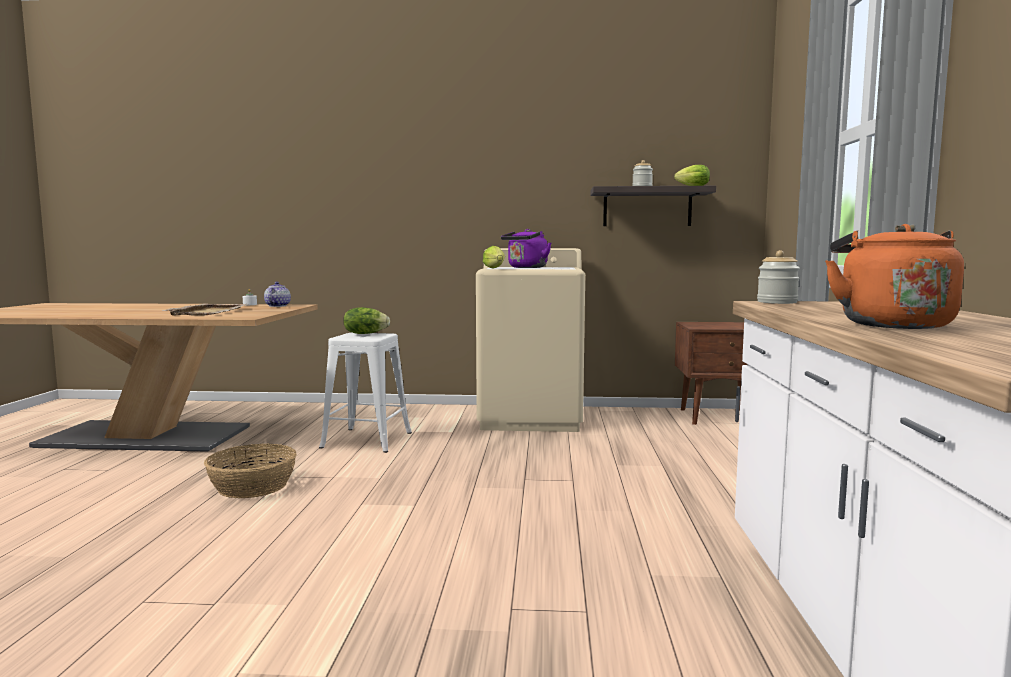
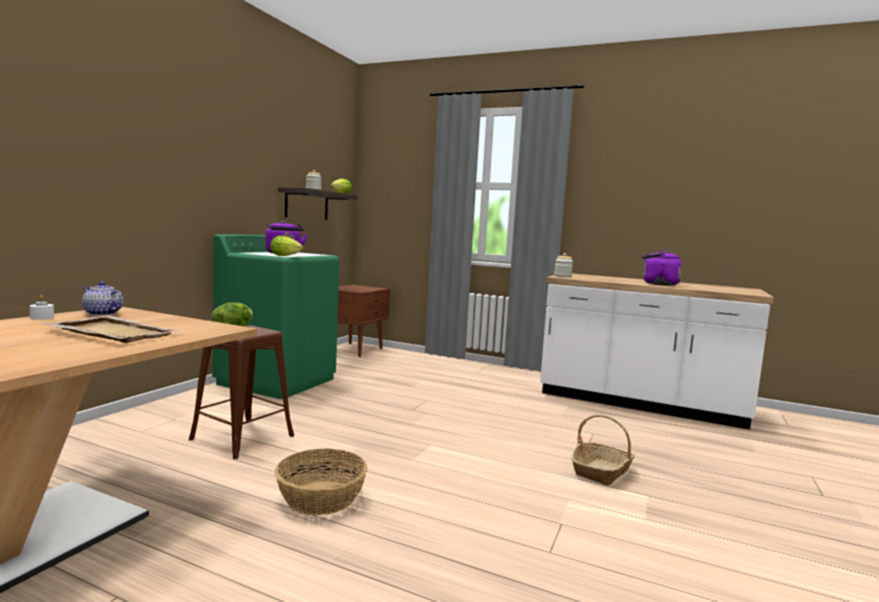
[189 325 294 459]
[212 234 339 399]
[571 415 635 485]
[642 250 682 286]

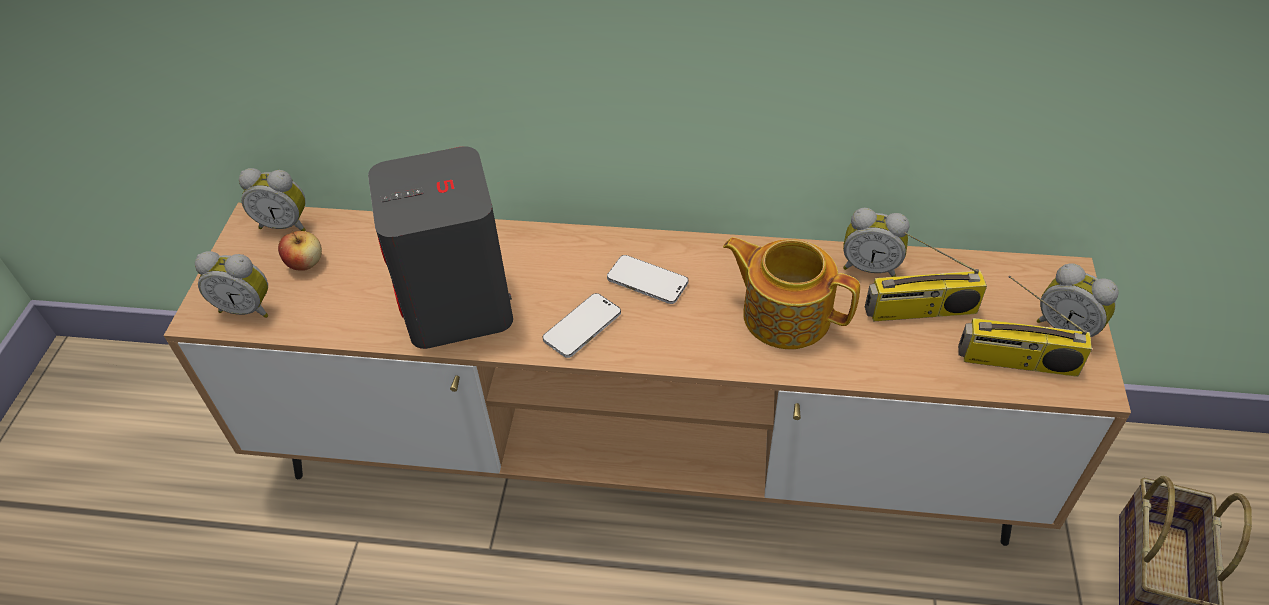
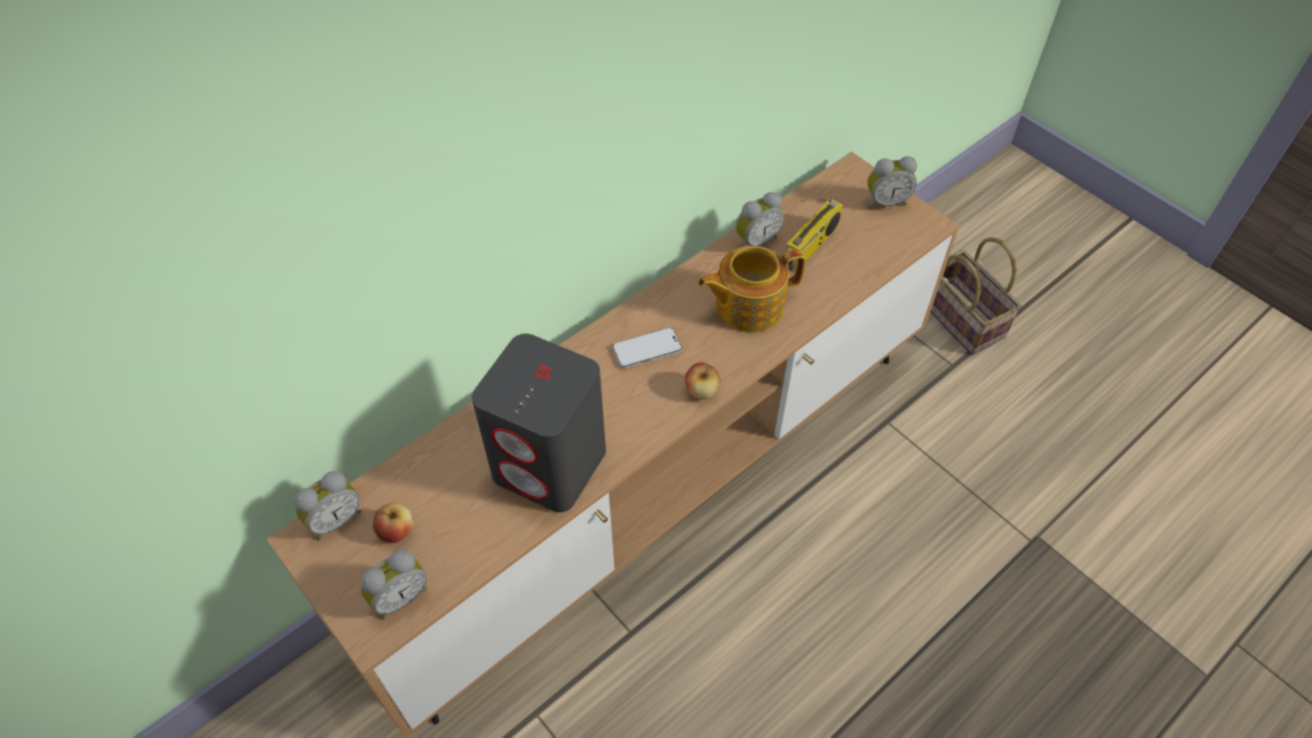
[685 362 721 399]
[542 293 621 358] (first image)
[958 276 1092 377] (first image)

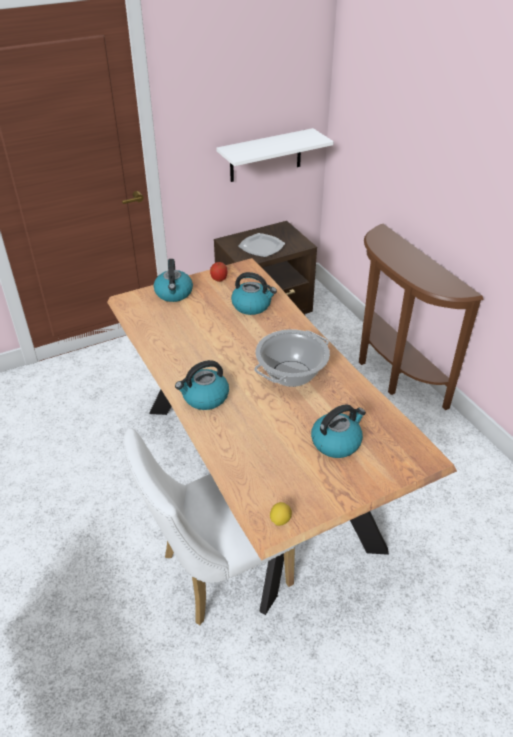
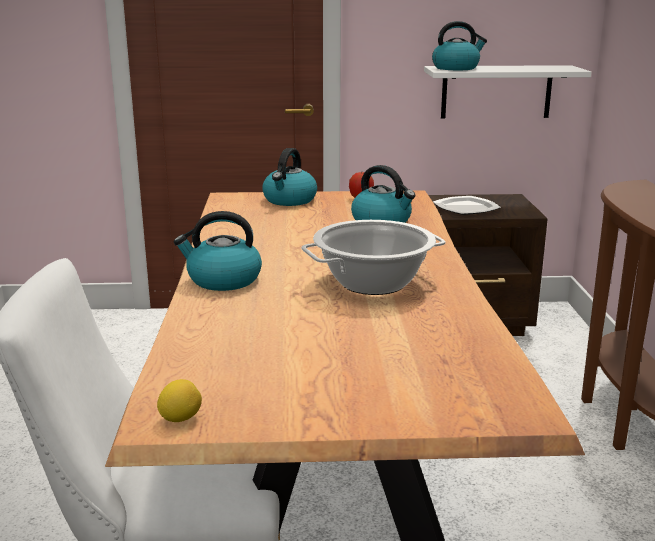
[432 21 487 70]

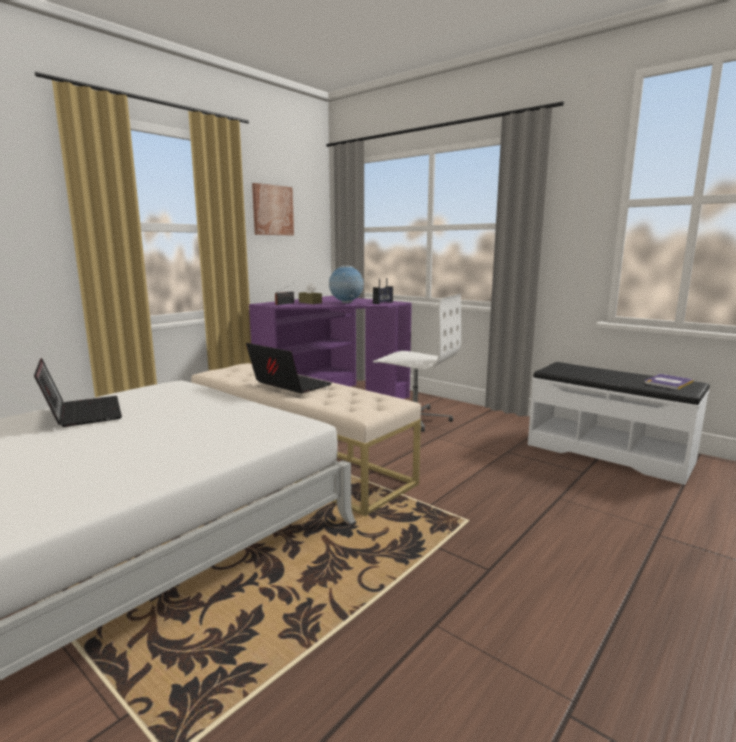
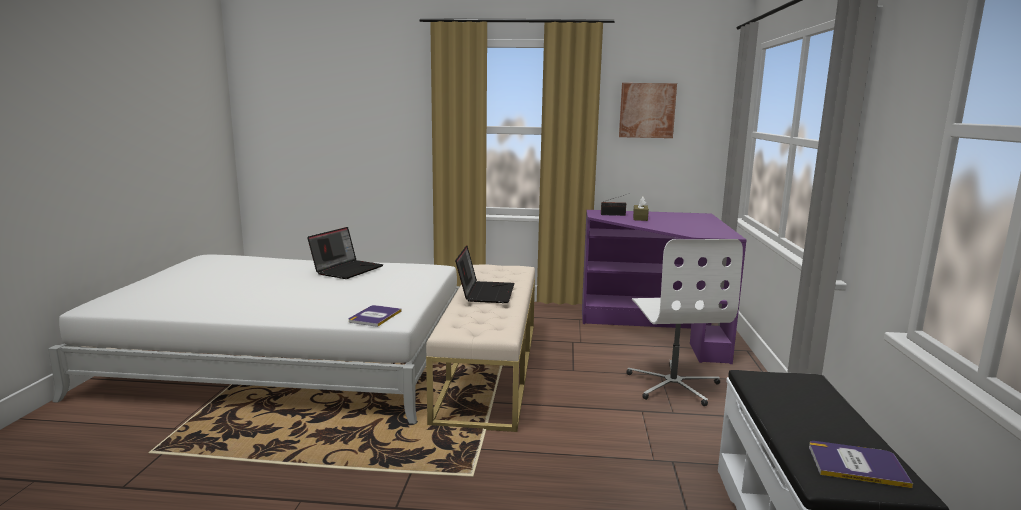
[349 305 402 327]
[329 265 364 303] (first image)
[373 278 393 304] (first image)

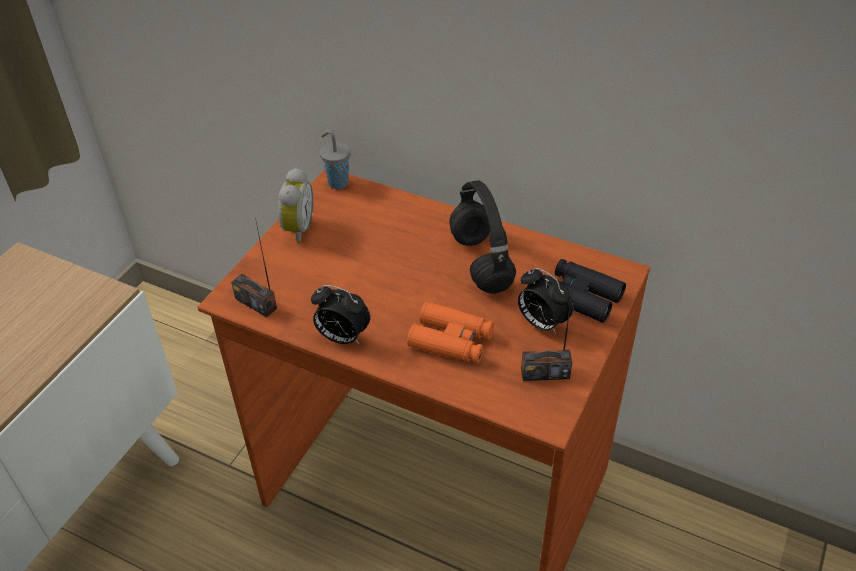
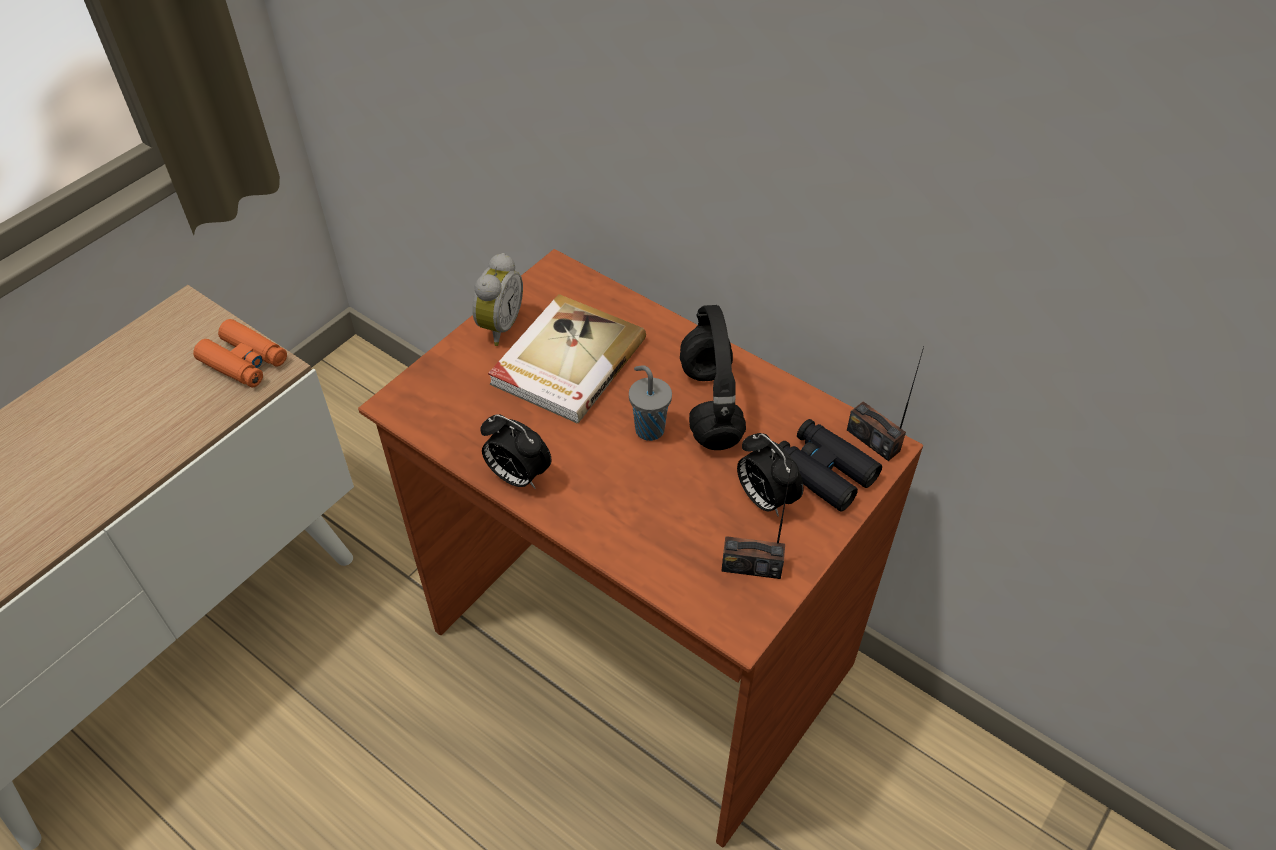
[193 319 287 387]
[488 294 646 423]
[629 365 672 441]
[847 347 924 461]

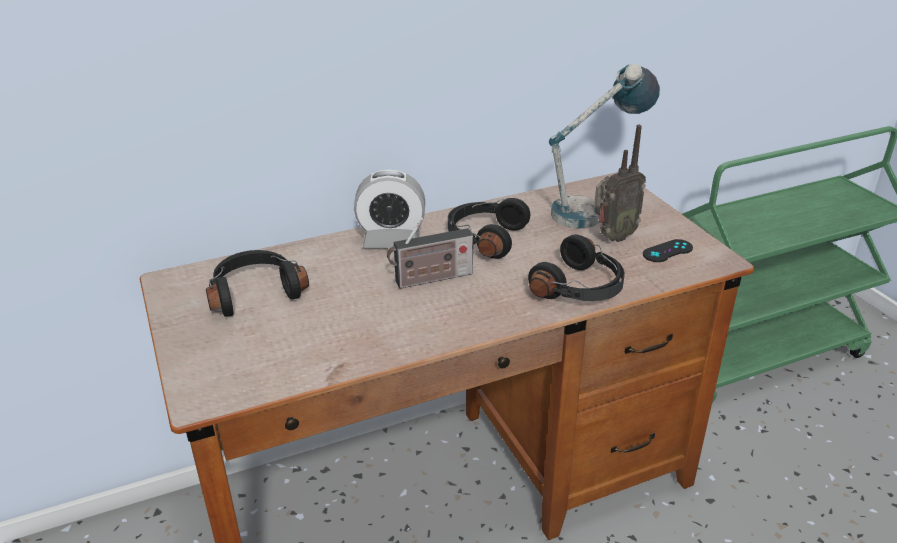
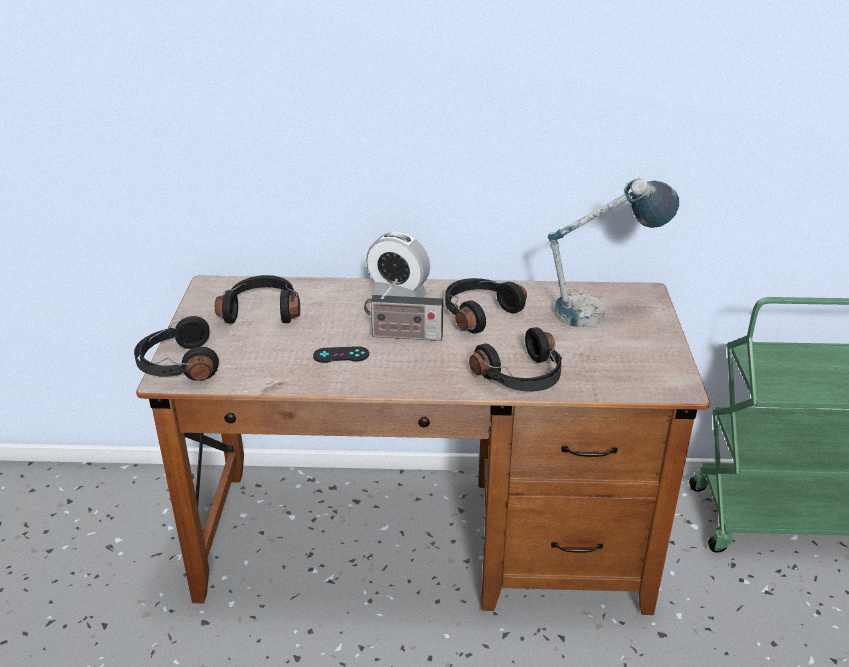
[134 316 219 381]
[313 346 369 363]
[594 125 646 242] (first image)

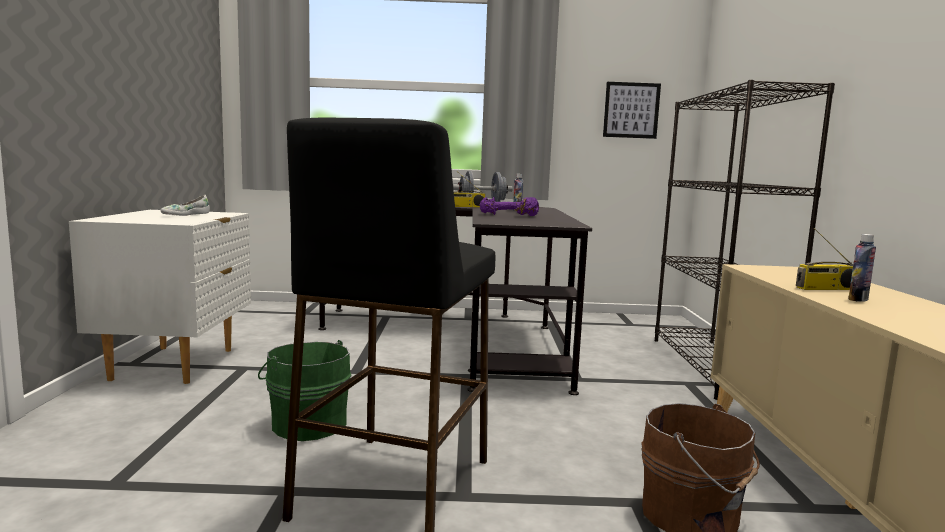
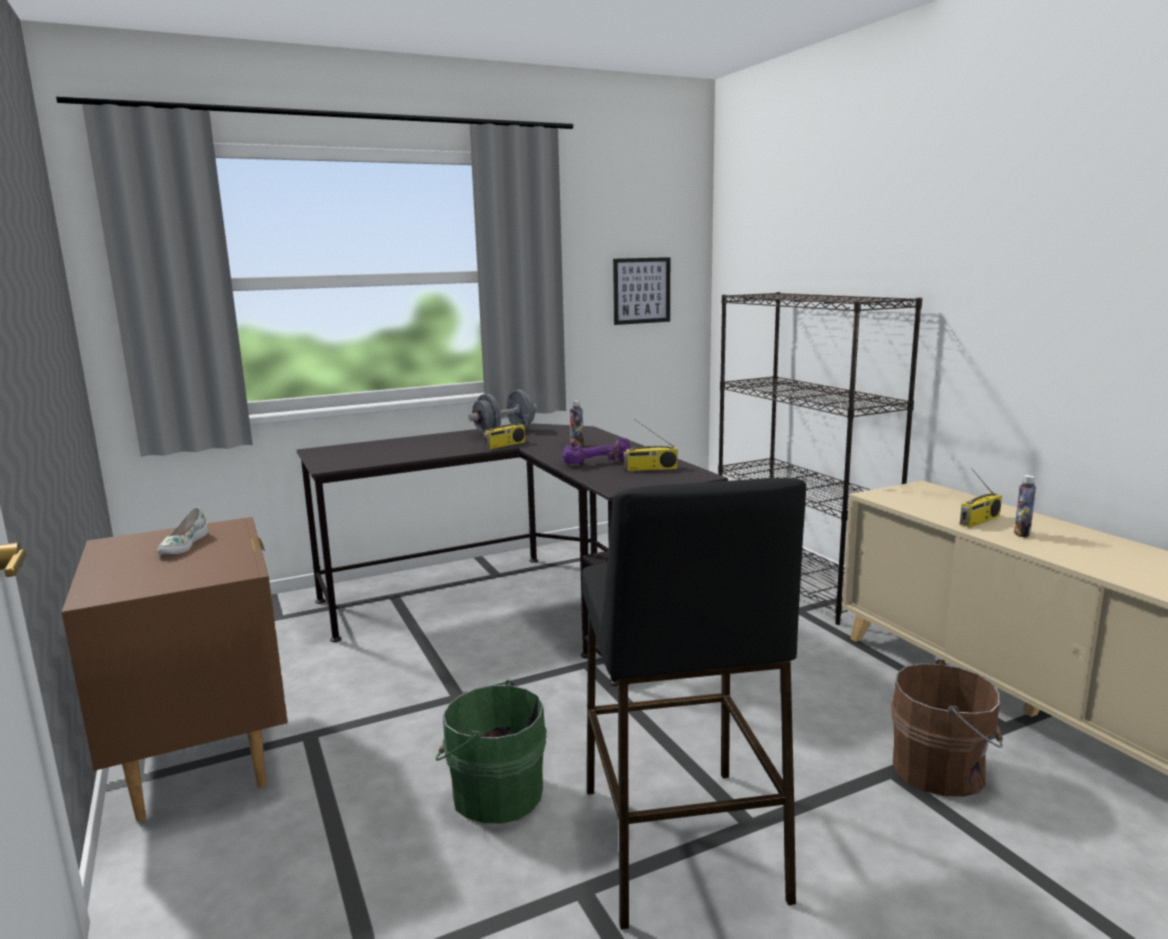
[62 517 288 821]
[624 419 678 471]

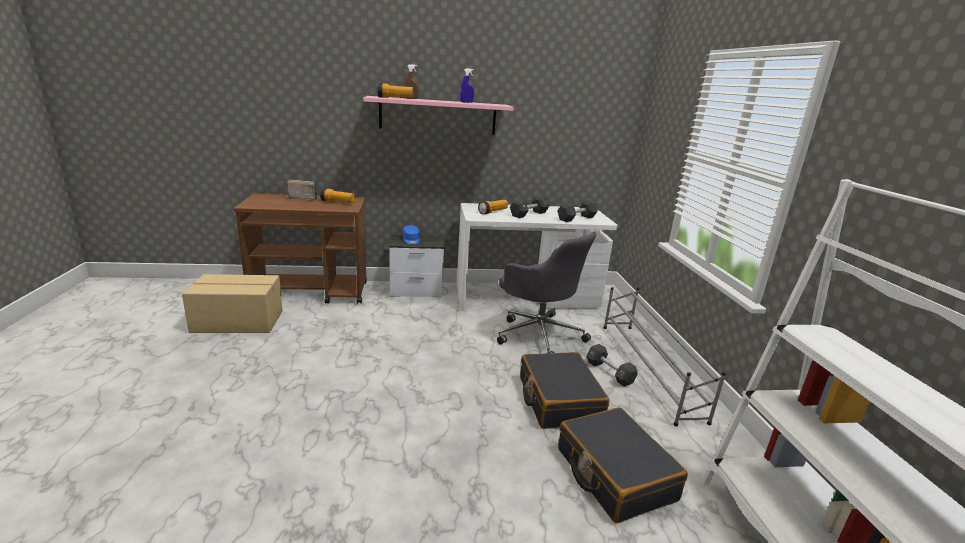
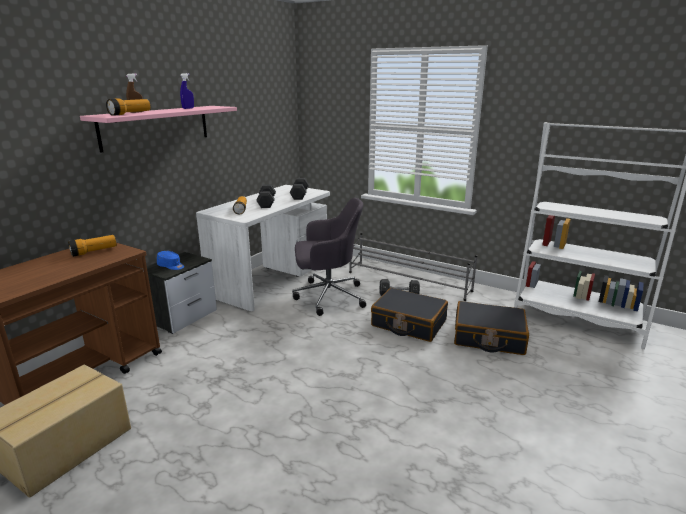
[287 179 317 200] (first image)

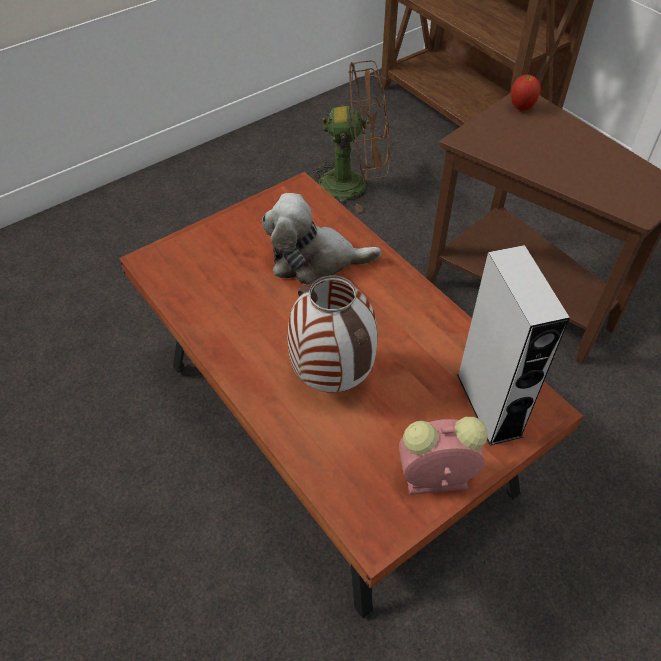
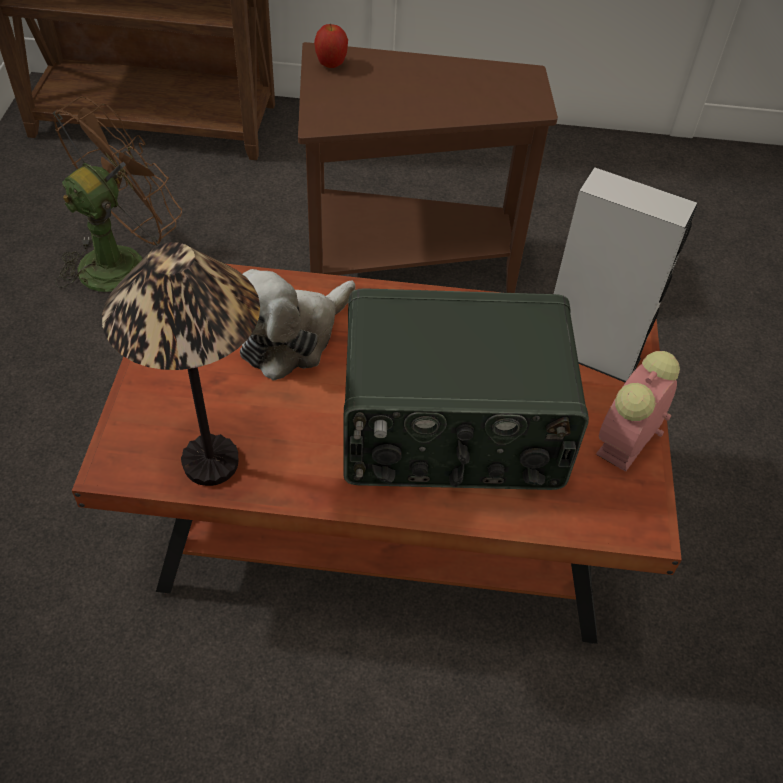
[102 242 260 486]
[343 288 589 490]

